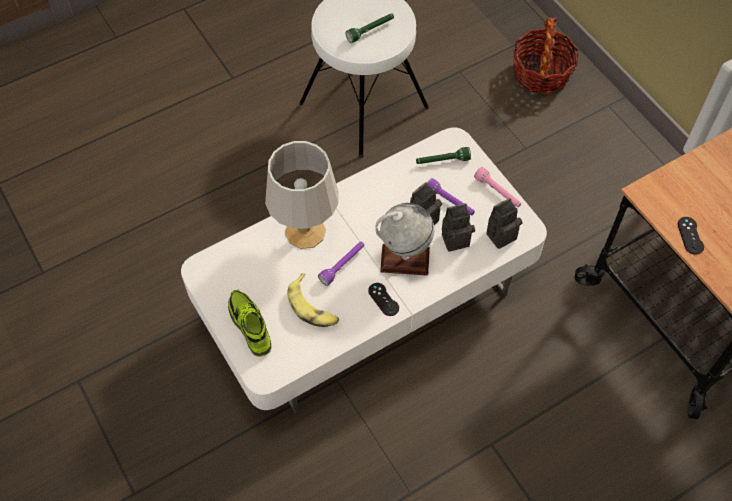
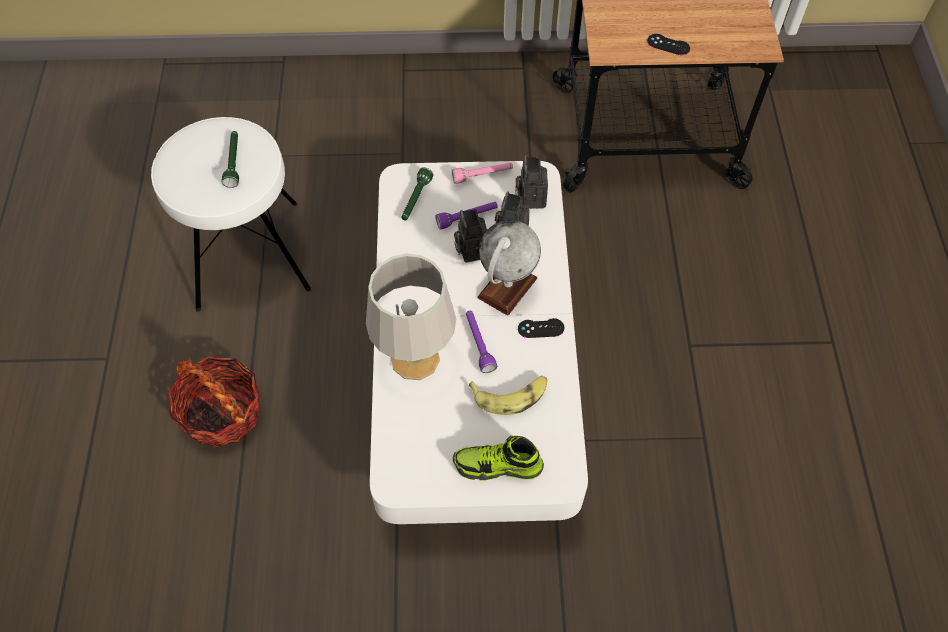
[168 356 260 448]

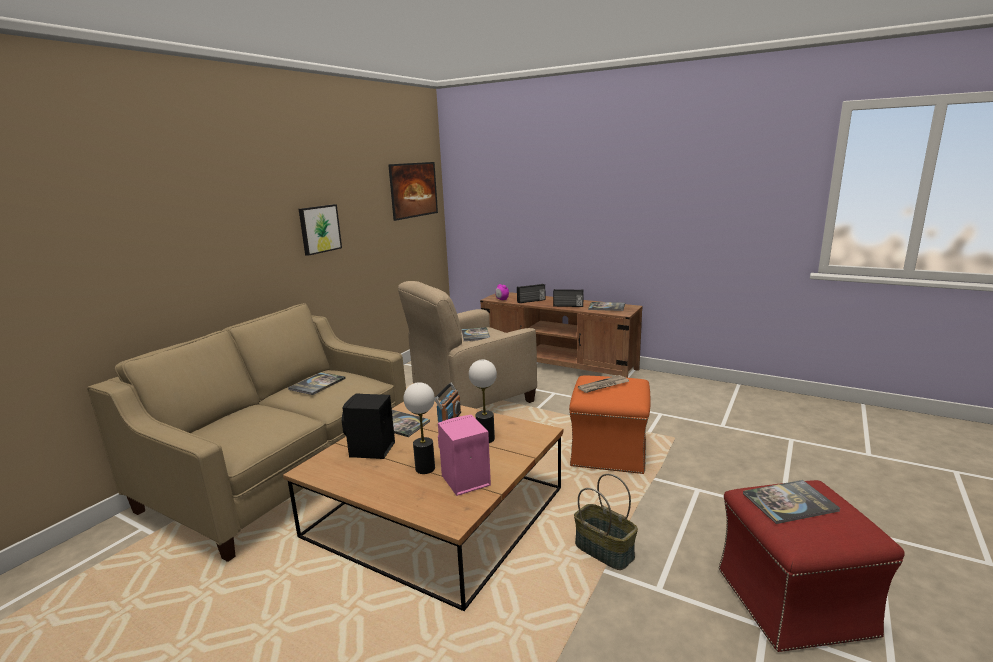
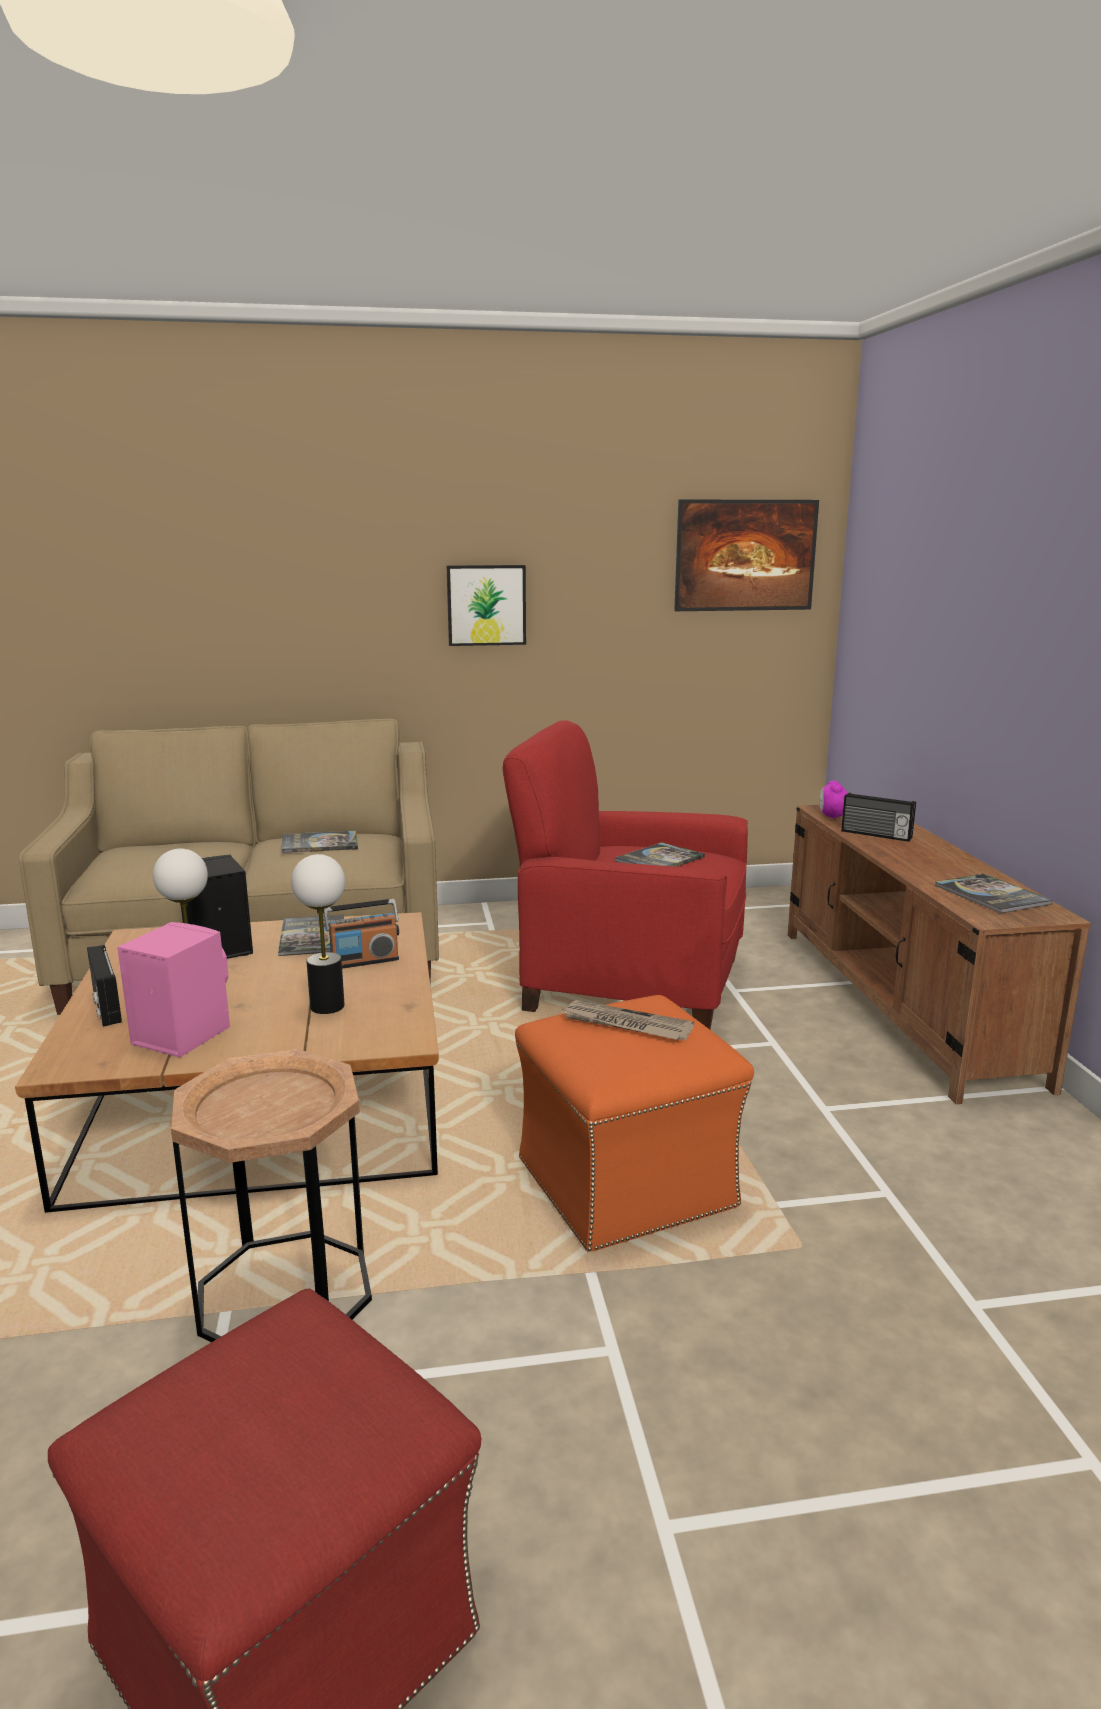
[87 945 122 1027]
[171 1049 372 1342]
[502 720 748 1029]
[743 480 840 524] (first image)

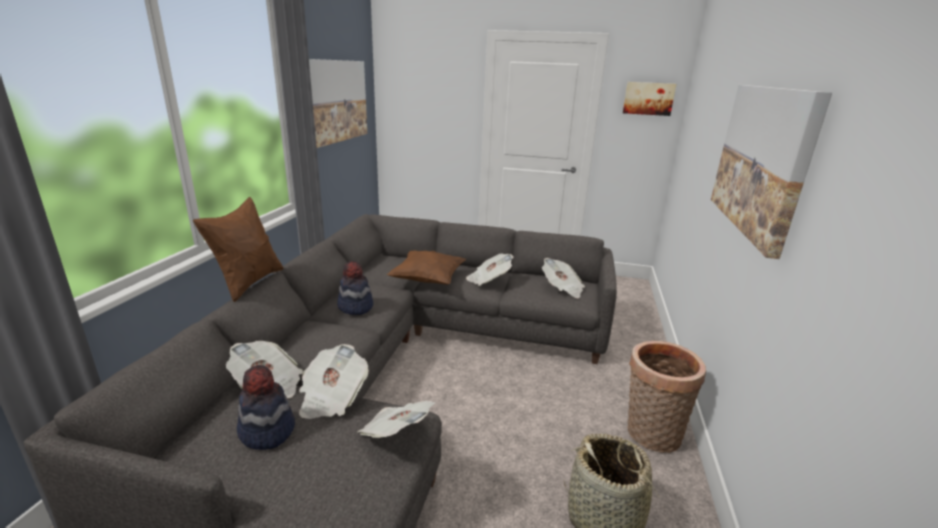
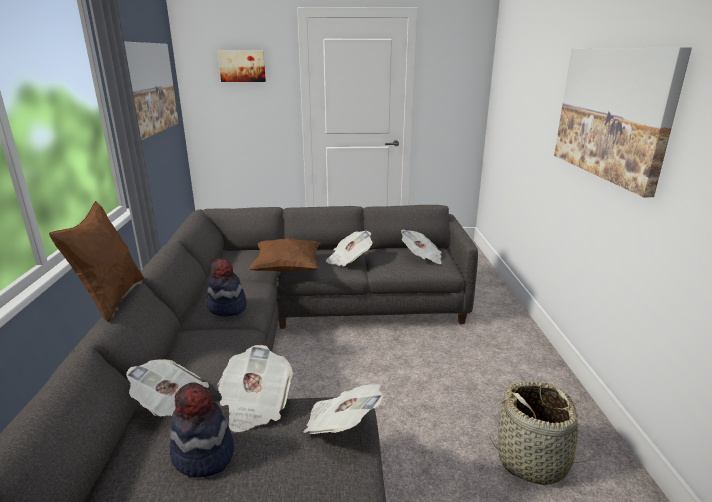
[218 51 266 82]
[627 341 706 453] (first image)

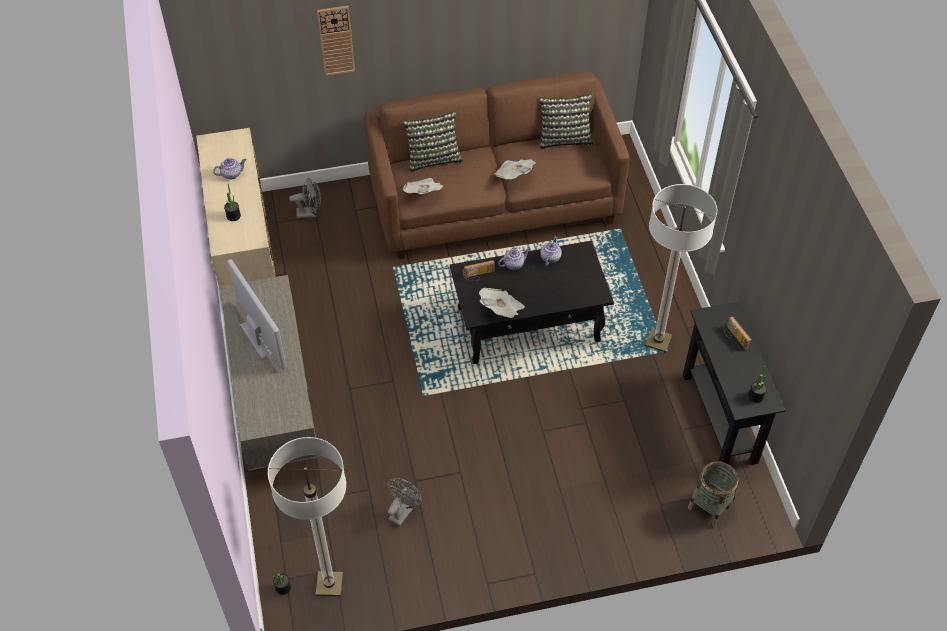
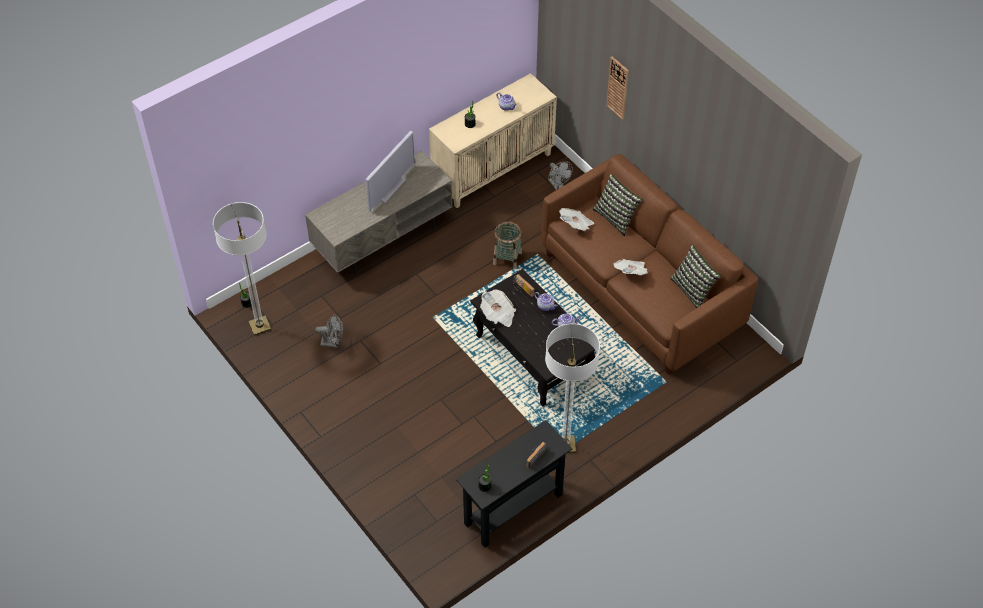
[493 221 522 269]

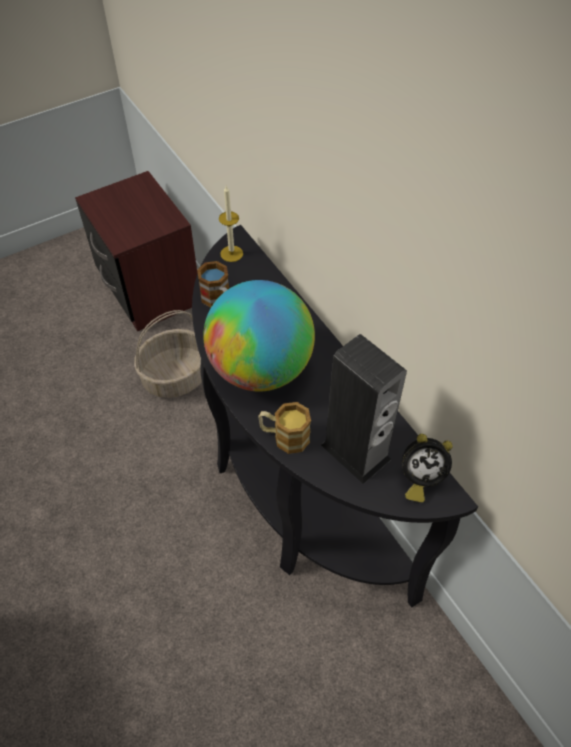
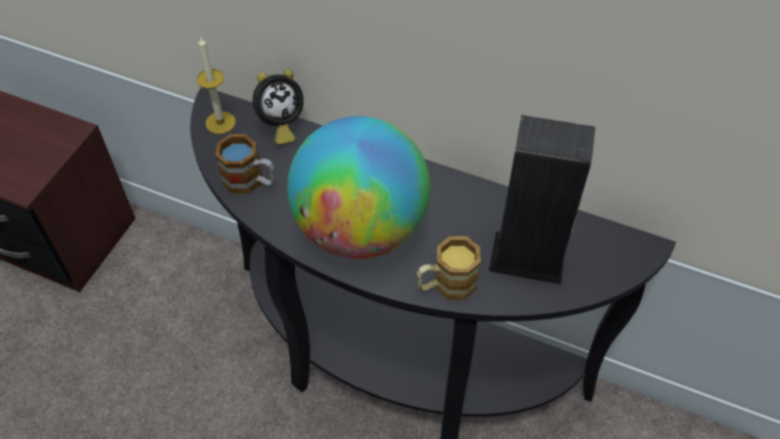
[253 69 304 145]
[134 310 202 398] (first image)

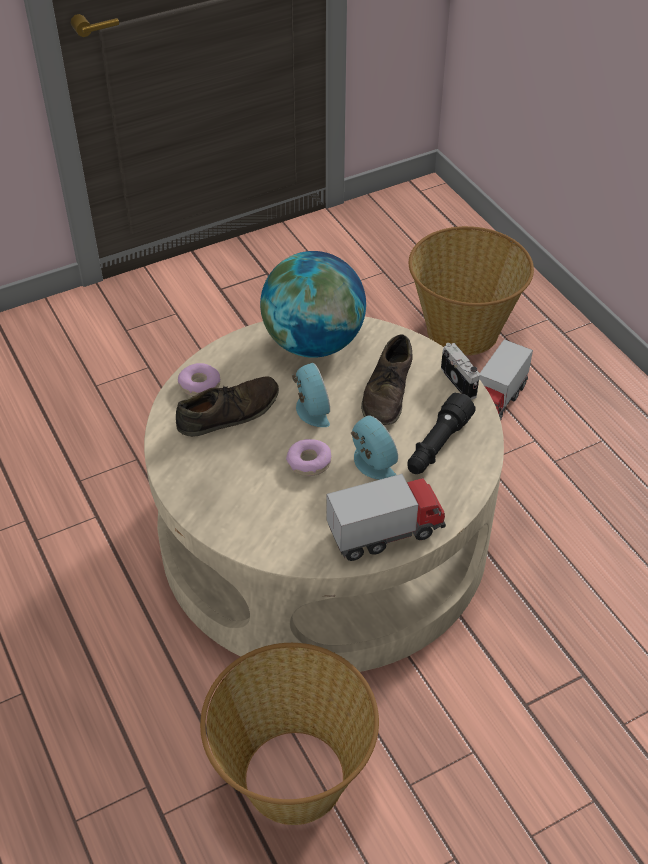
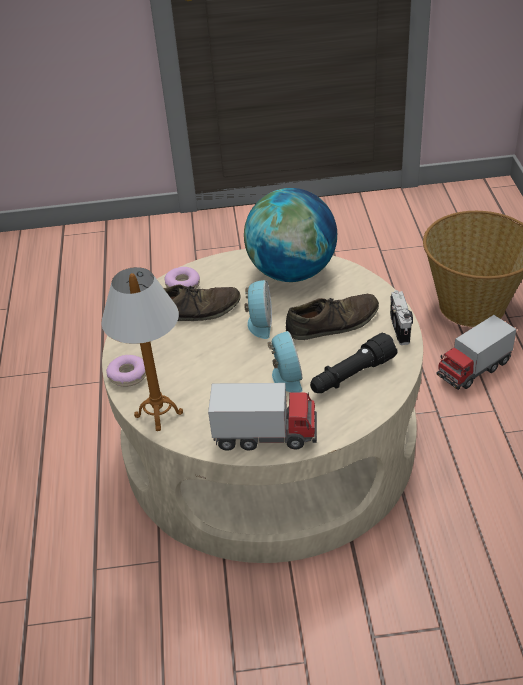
[101 267 183 431]
[106 355 146 387]
[286 294 379 340]
[200 643 379 825] (first image)

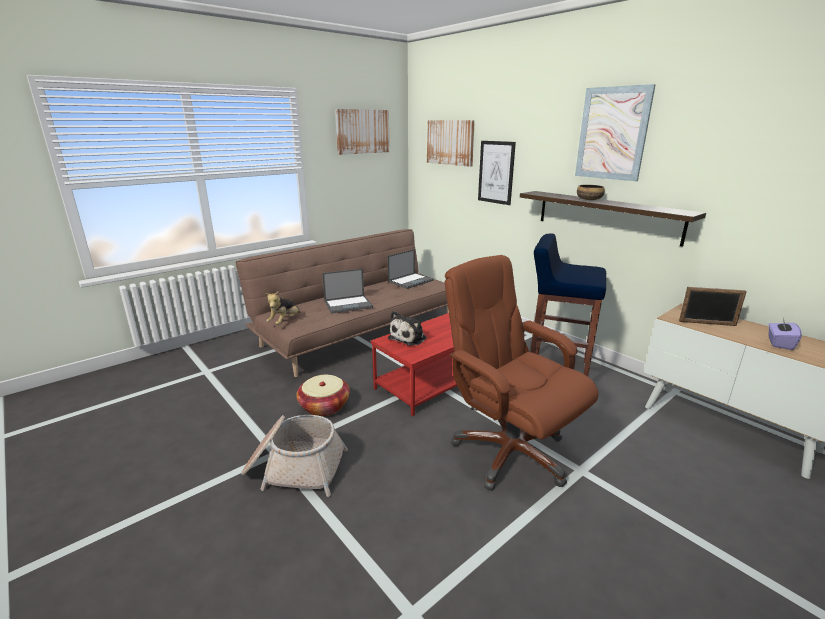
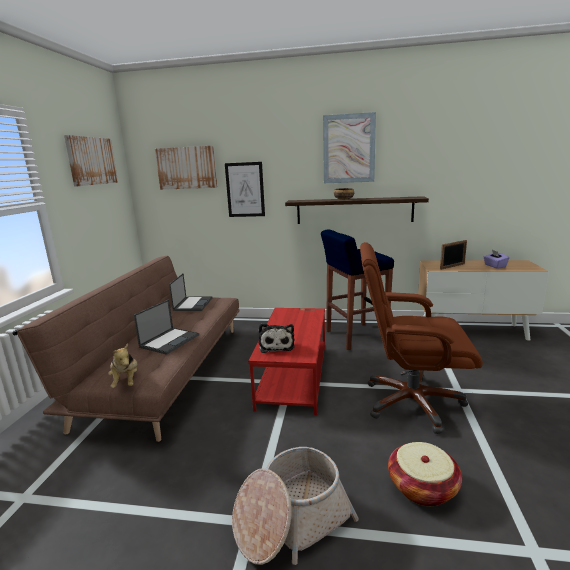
[388 442 462 506]

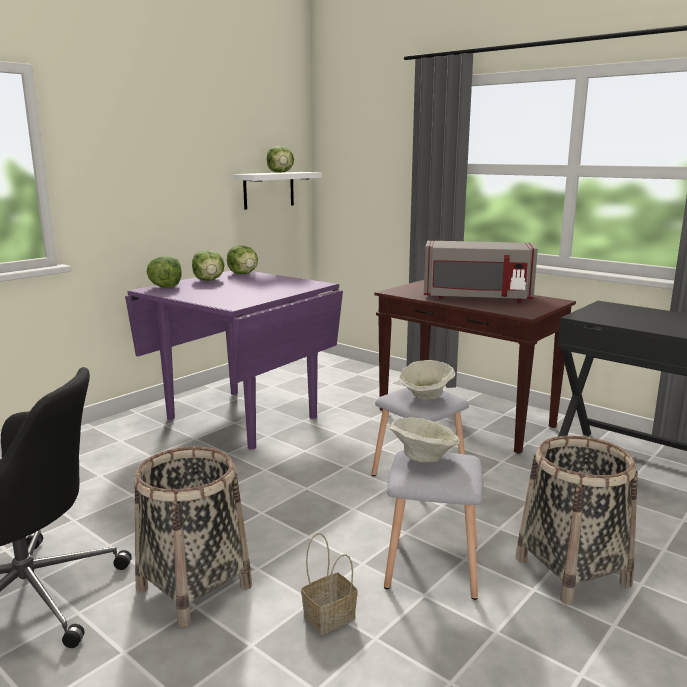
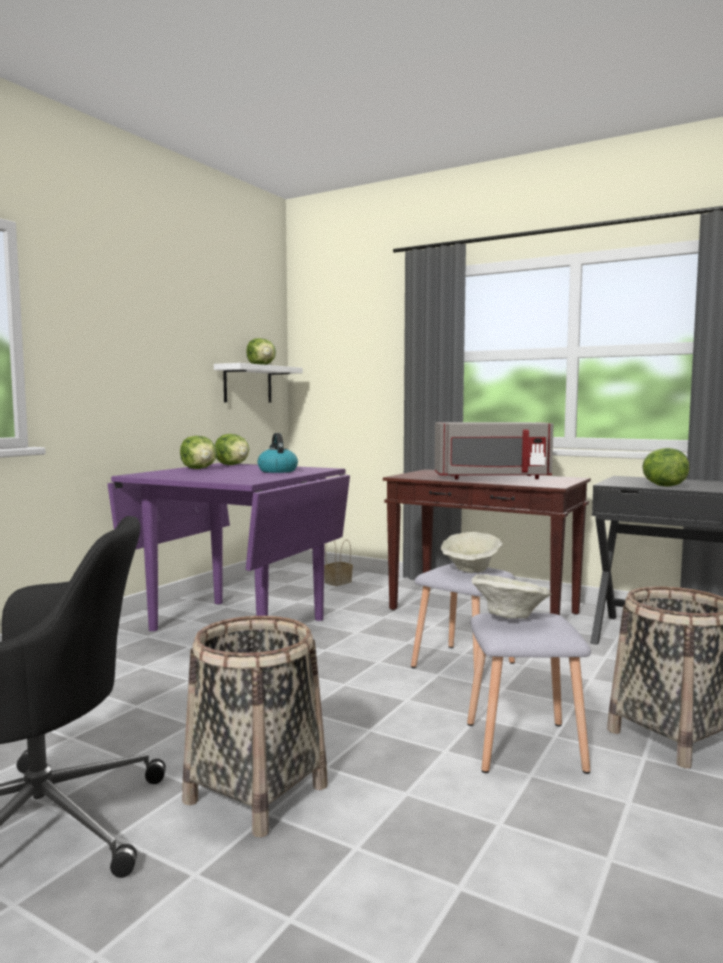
[257 433 298 473]
[324 539 353 586]
[642 448 689 486]

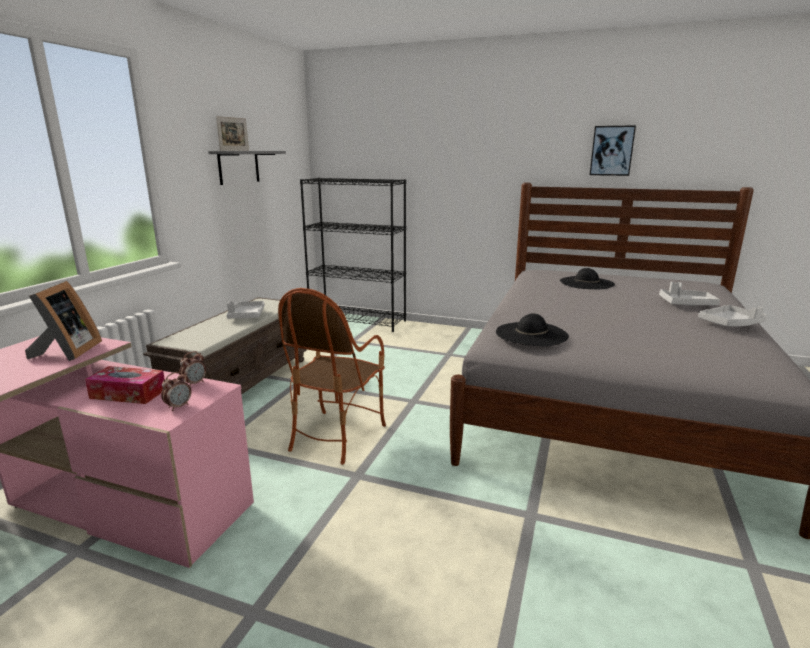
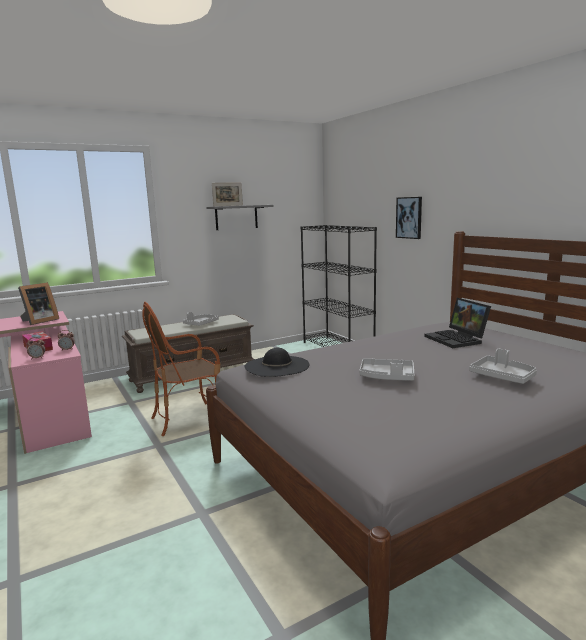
[360 358 415 381]
[396 197 422 239]
[424 298 491 348]

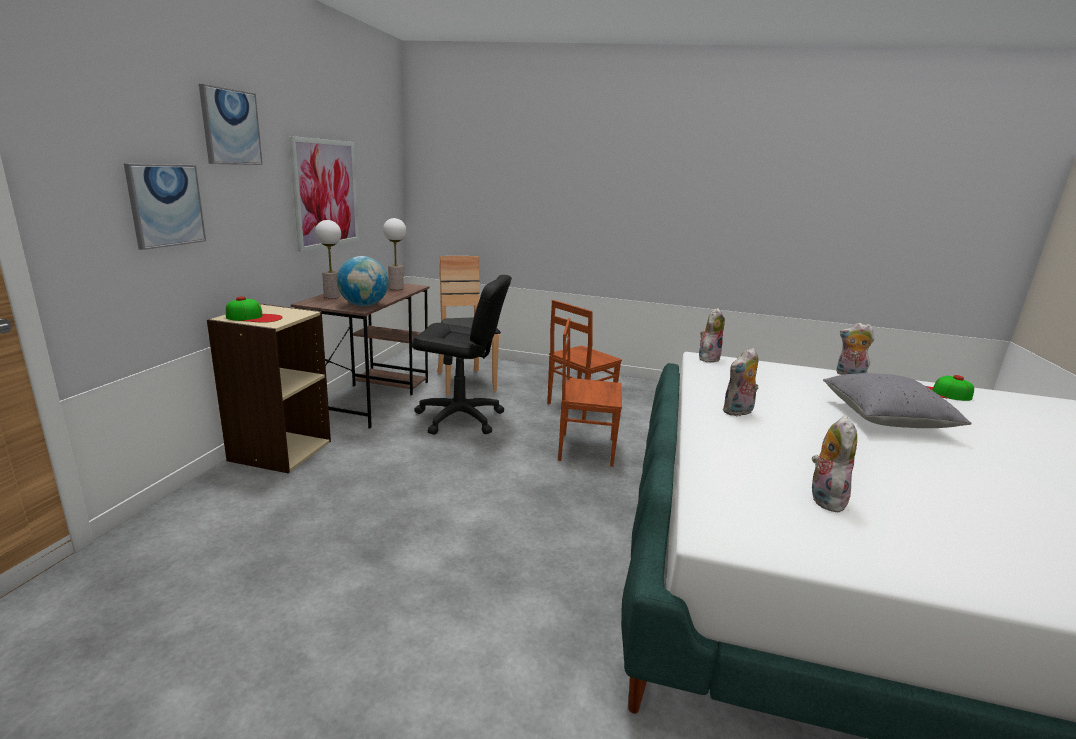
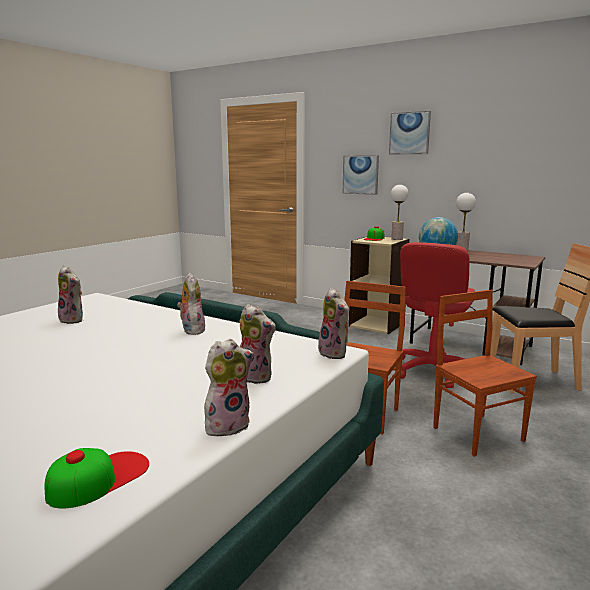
[240 304 276 384]
[391 185 408 240]
[400 242 475 388]
[289 136 359 252] (first image)
[823 373 972 428] (first image)

